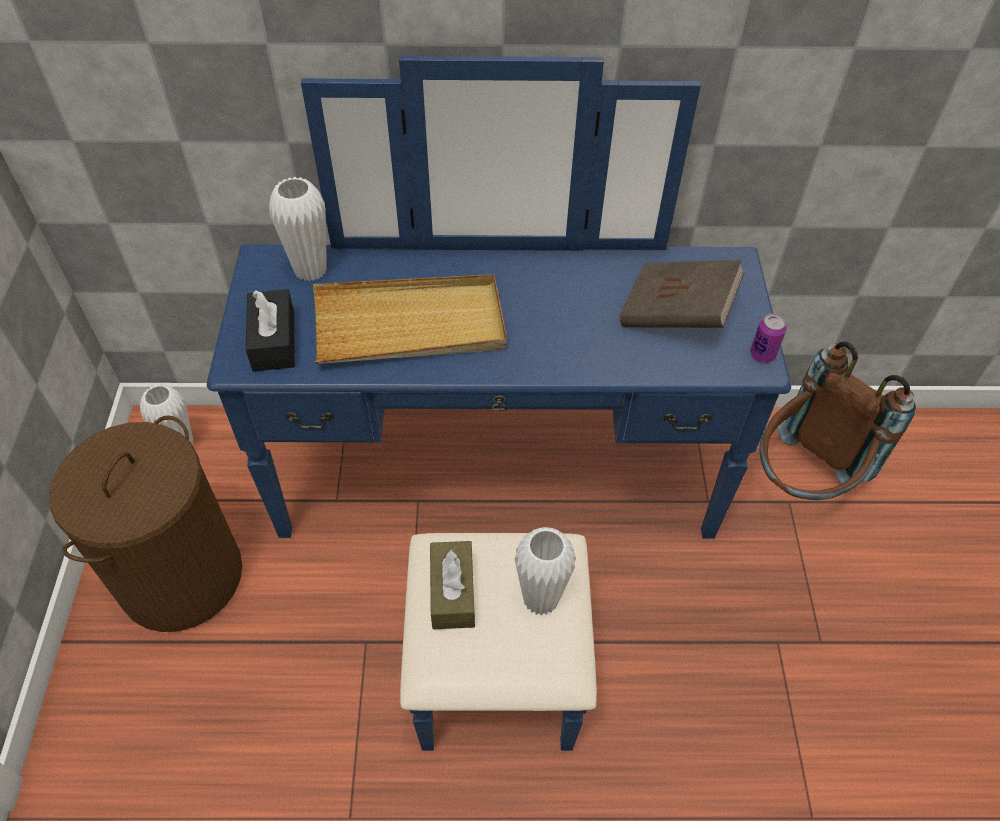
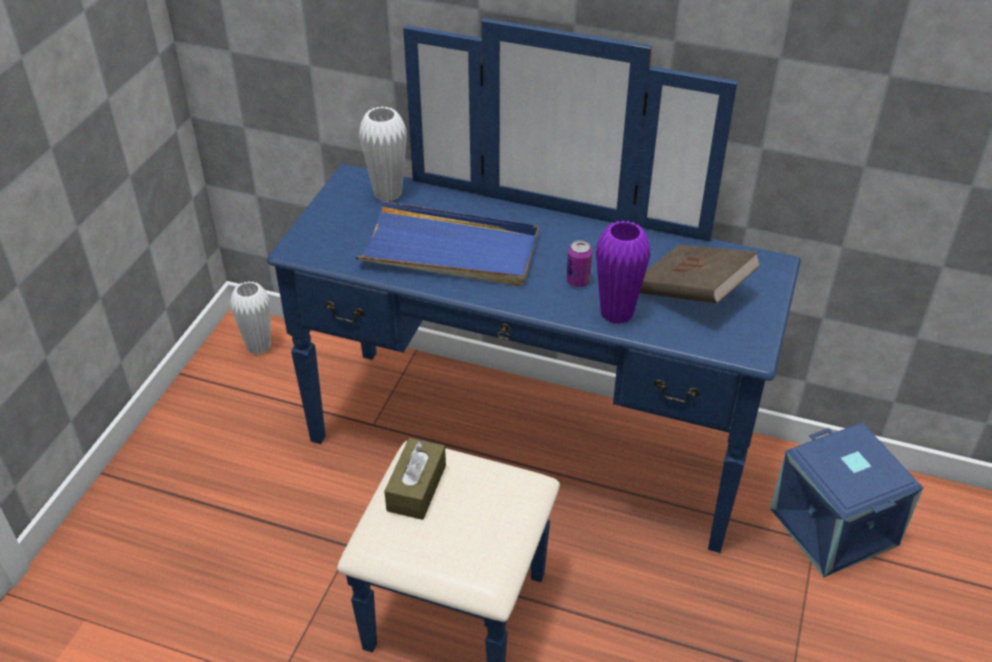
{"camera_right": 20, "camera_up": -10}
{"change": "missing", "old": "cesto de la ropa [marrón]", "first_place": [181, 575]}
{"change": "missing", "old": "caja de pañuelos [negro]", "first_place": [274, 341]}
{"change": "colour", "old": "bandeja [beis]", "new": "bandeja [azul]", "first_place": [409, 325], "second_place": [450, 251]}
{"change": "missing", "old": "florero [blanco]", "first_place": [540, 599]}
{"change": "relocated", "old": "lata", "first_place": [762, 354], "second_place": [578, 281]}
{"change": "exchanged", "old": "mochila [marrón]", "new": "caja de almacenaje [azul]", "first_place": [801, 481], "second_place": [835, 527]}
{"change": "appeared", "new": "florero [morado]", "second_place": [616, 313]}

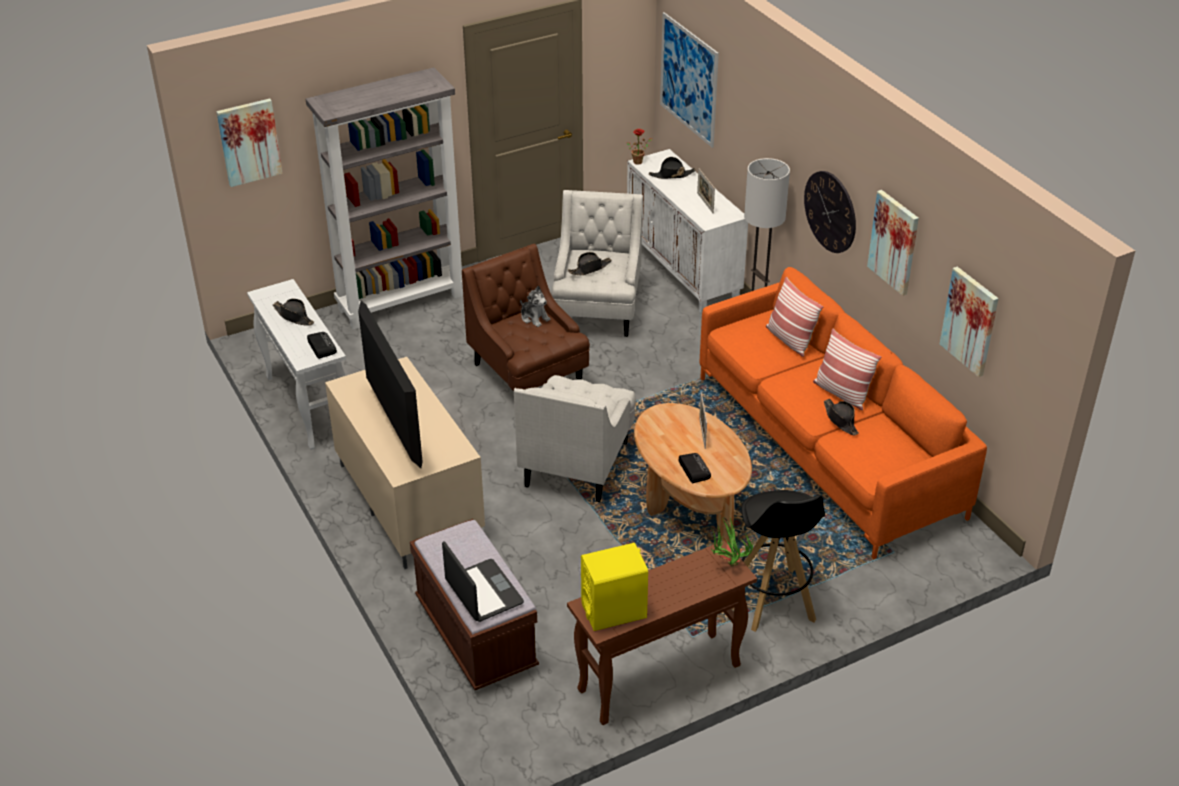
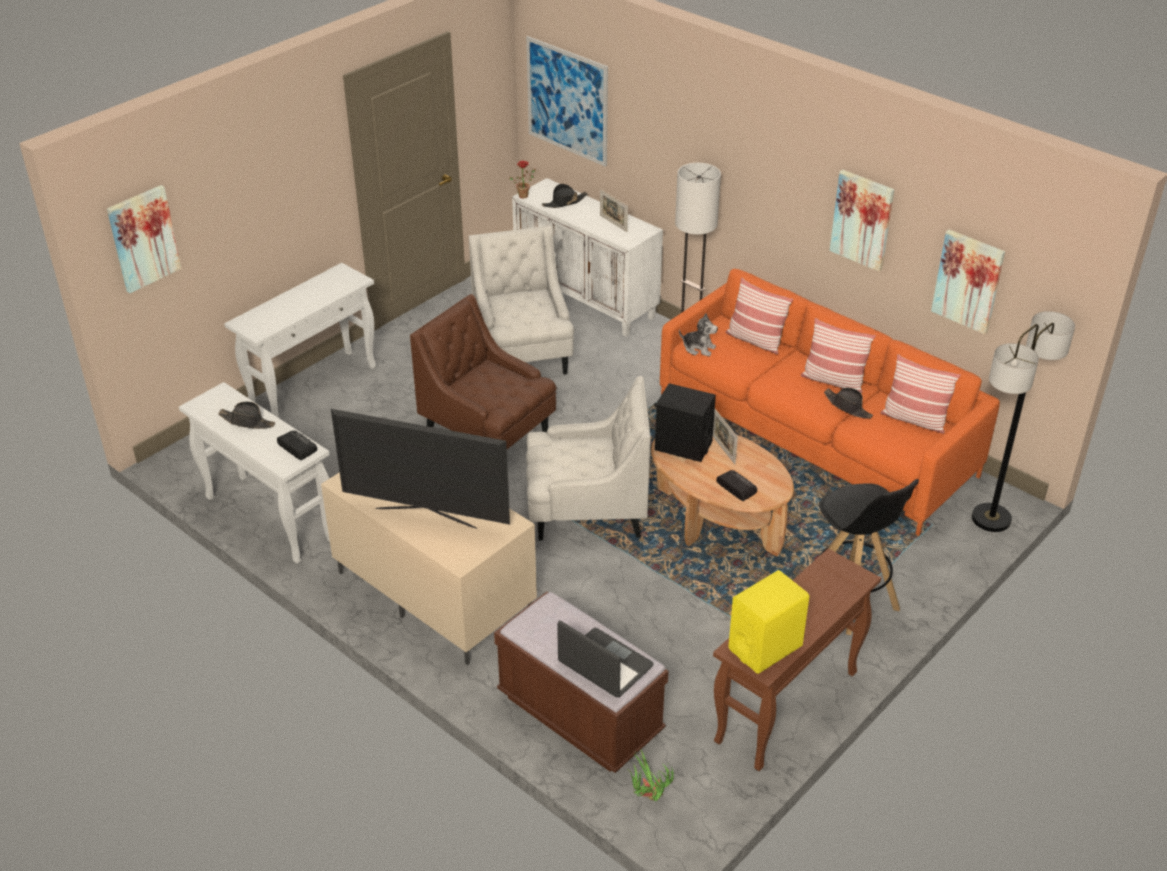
{"camera_right": -20, "camera_up": 0}
{"change": "exchanged", "old": "estantería [gris]", "new": "mesa consola [blanco]", "first_place": [402, 301], "second_place": [314, 387]}
{"change": "spun", "old": "televisor", "first_place": [394, 430], "second_place": [426, 517], "degrees": 150}
{"change": "spun", "old": "sillón [blanco]", "first_place": [577, 463], "second_place": [586, 511], "degrees": -90}
{"change": "relocated", "old": "peluche", "first_place": [534, 318], "second_place": [698, 348]}
{"change": "missing", "old": "sombrero [negro]", "first_place": [590, 268]}
{"change": "relocated", "old": "planta en maceta", "first_place": [727, 564], "second_place": [647, 798]}
{"change": "missing", "old": "reloj de pared", "first_place": [830, 211]}
{"change": "appeared", "new": "altavoz [negro]", "second_place": [683, 446]}
{"change": "appeared", "new": "cojín", "second_place": [914, 419]}
{"change": "appeared", "new": "lámpara de pie", "second_place": [991, 519]}

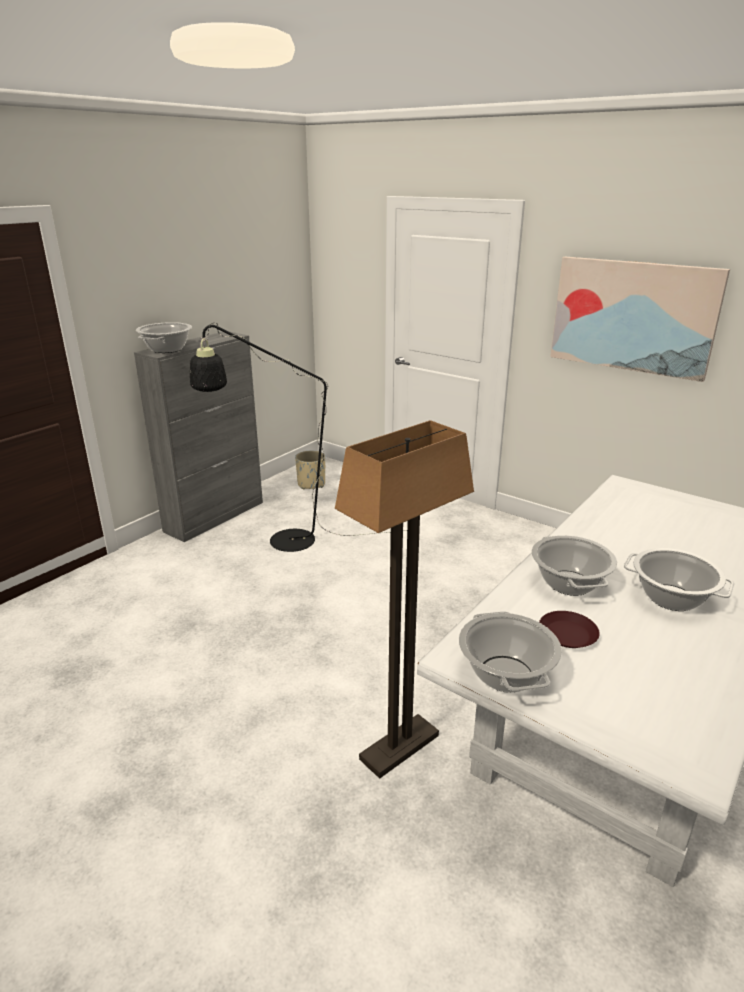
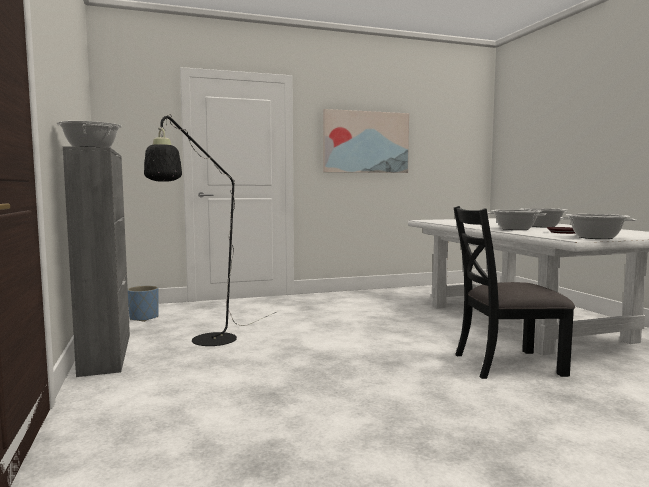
{"camera_right": -55, "camera_up": -20}
{"change": "colour", "old": "maceta [beis]", "new": "maceta [azul]", "first_place": [311, 484], "second_place": [144, 318]}
{"change": "exchanged", "old": "lámpara de pie", "new": "silla [negro]", "first_place": [399, 746], "second_place": [506, 364]}

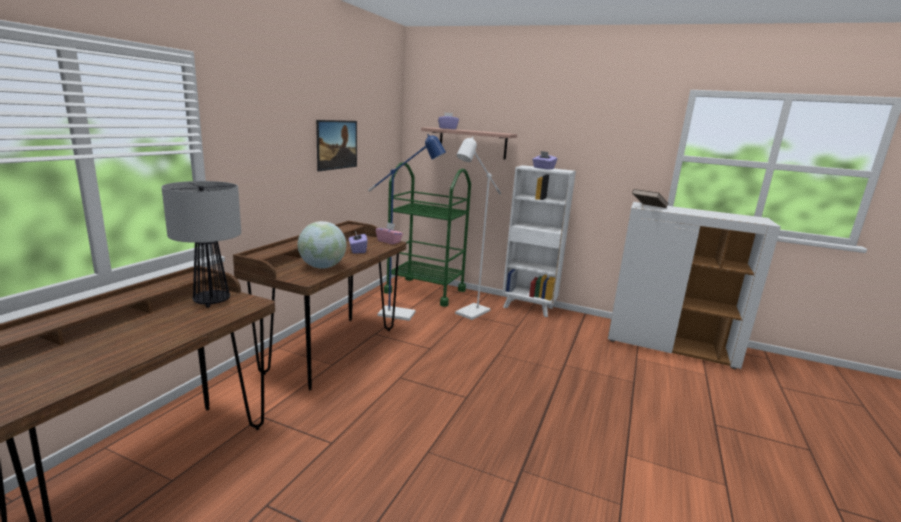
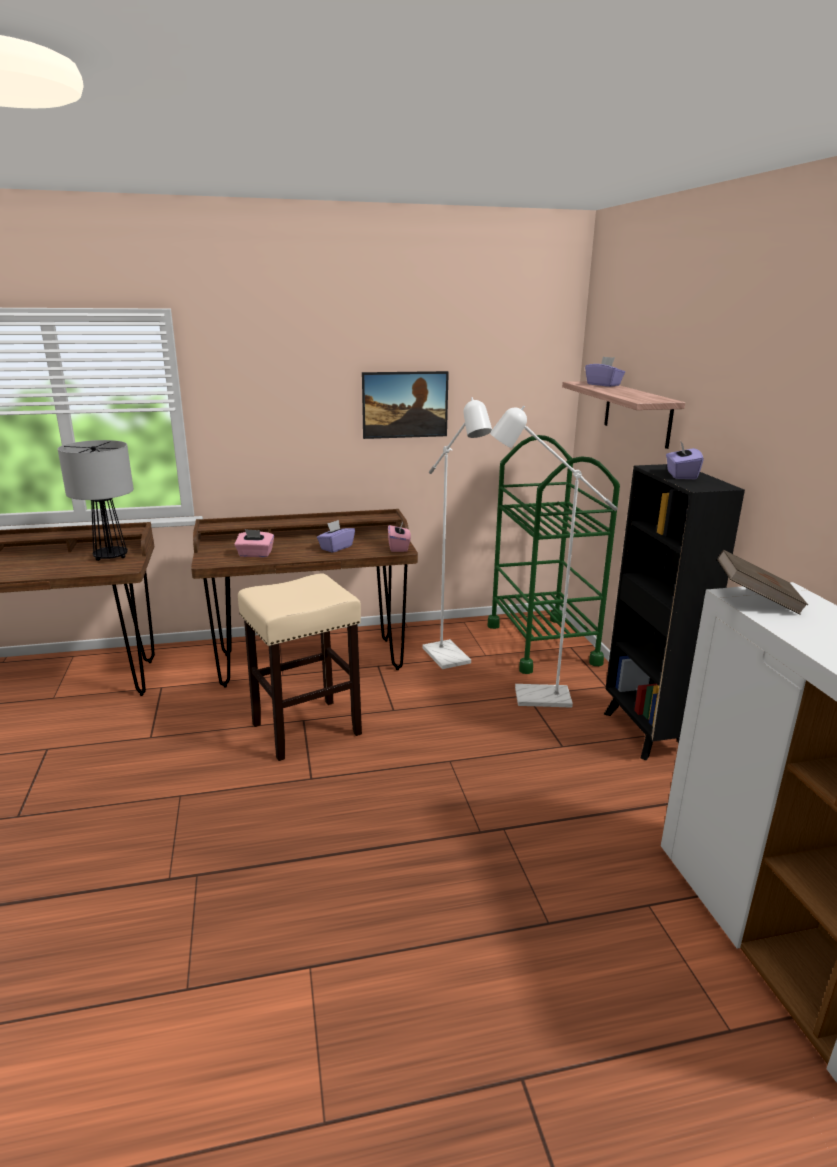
{"camera_right": 55, "camera_up": 5}
{"change": "exchanged", "old": "globo terráqueo", "new": "caja de pañuelos [rosa]", "first_place": [322, 267], "second_place": [255, 554]}
{"change": "colour", "old": "lámpara de pie [azul]", "new": "lámpara de pie [blanco]", "first_place": [403, 315], "second_place": [451, 660]}
{"change": "colour", "old": "estantería [blanco]", "new": "estantería [negro]", "first_place": [529, 308], "second_place": [645, 733]}
{"change": "appeared", "new": "taburete [beis]", "second_place": [305, 729]}

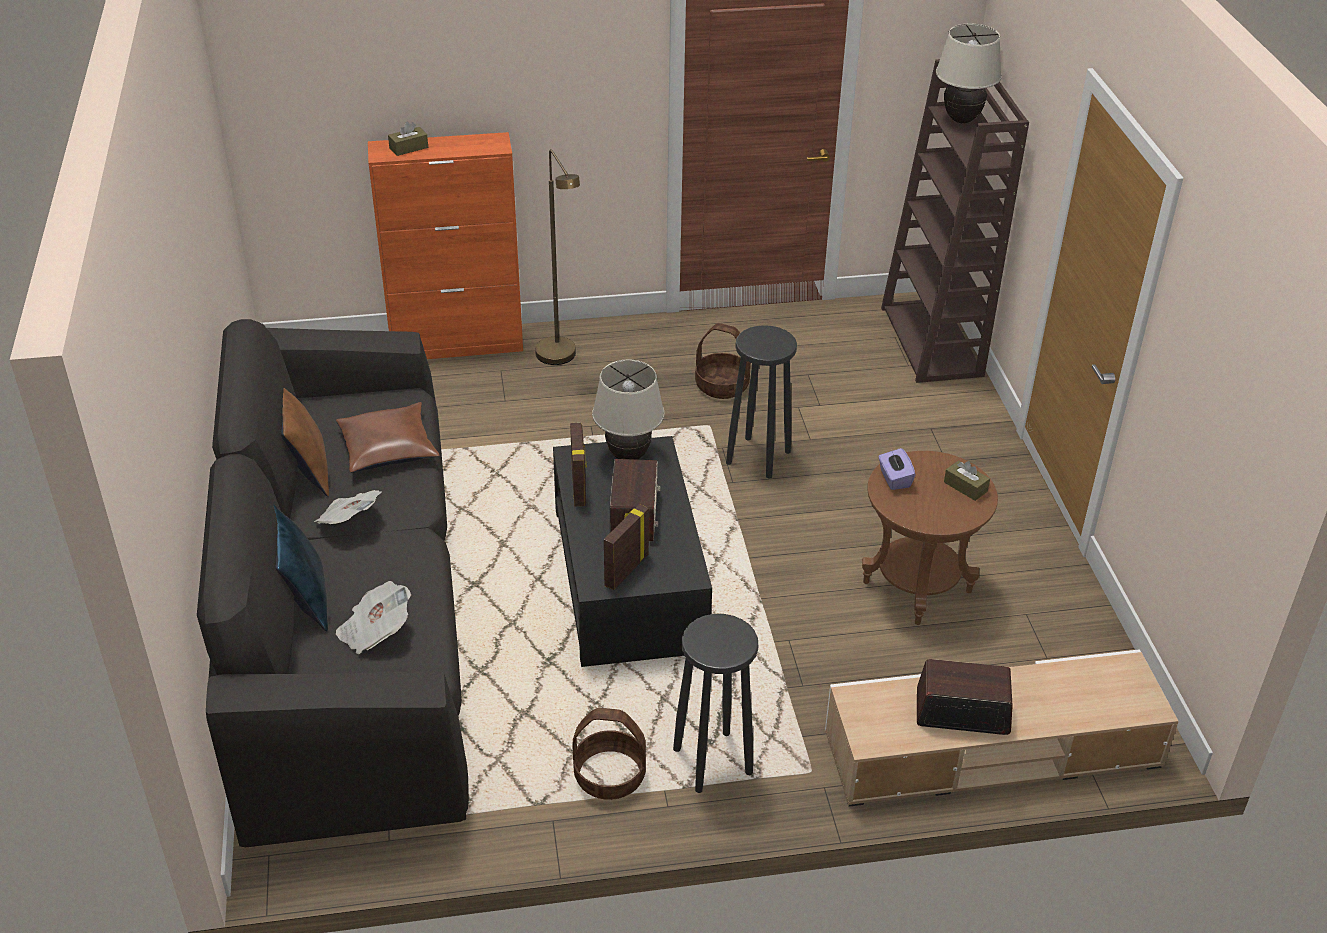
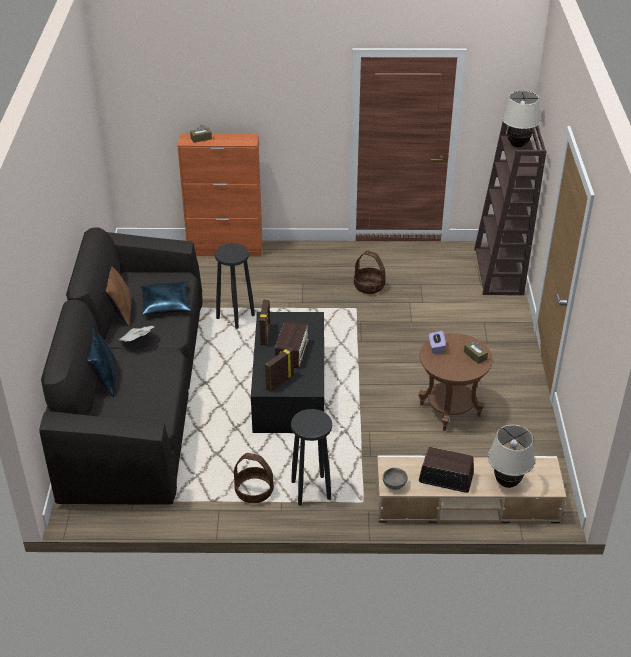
{"camera_right": 10, "camera_up": 0}
{"change": "colour", "old": "cojín [marrón]", "new": "cojín [azul]", "first_place": [388, 447], "second_place": [166, 303]}
{"change": "missing", "old": "periódico", "first_place": [375, 631]}
{"change": "missing", "old": "lámpara de pie [marrón]", "first_place": [560, 359]}
{"change": "relocated", "old": "lámpara de mesa [beis]", "first_place": [628, 457], "second_place": [507, 483]}
{"change": "relocated", "old": "taburete [negro]", "first_place": [759, 457], "second_place": [236, 317]}
{"change": "appeared", "new": "cuenco [gris]", "second_place": [395, 485]}

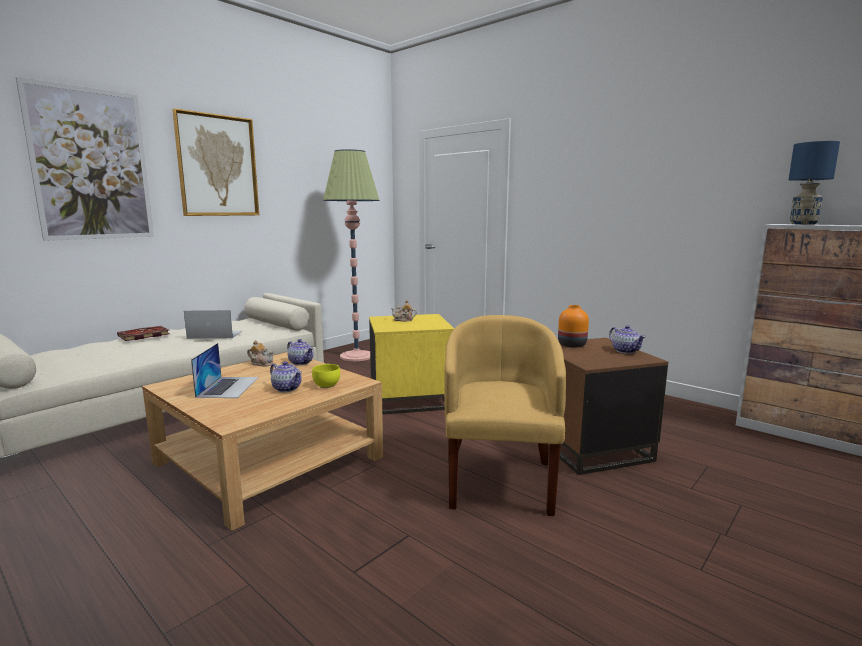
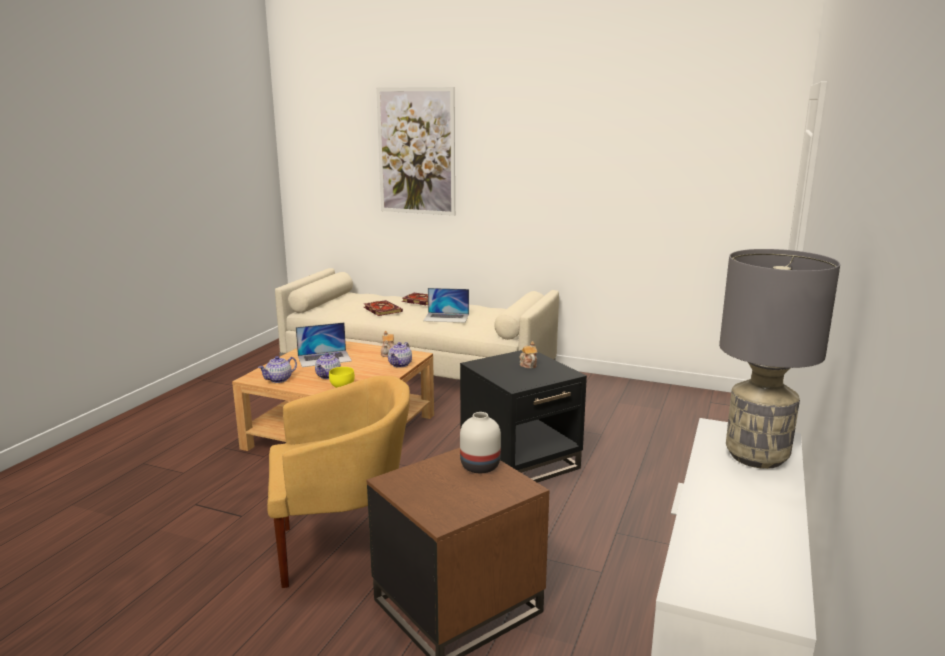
{"camera_right": 70, "camera_up": 5}
{"change": "missing", "old": "cuadro", "first_place": [217, 166]}
{"change": "spun", "old": "portátil", "first_place": [215, 334], "second_place": [446, 317], "degrees": 120}
{"change": "missing", "old": "lámpara de pie", "first_place": [356, 356]}
{"change": "colour", "old": "mesa auxiliar [amarillo]", "new": "mesa auxiliar [negro]", "first_place": [410, 398], "second_place": [520, 460]}
{"change": "colour", "old": "florero [naranja]", "new": "florero [blanco]", "first_place": [572, 345], "second_place": [481, 466]}
{"change": "relocated", "old": "tetera", "first_place": [625, 351], "second_place": [279, 379]}
{"change": "colour", "old": "lámpara de mesa [azul]", "new": "lámpara de mesa [gris]", "first_place": [803, 224], "second_place": [758, 457]}
{"change": "appeared", "new": "libro", "second_place": [381, 310]}

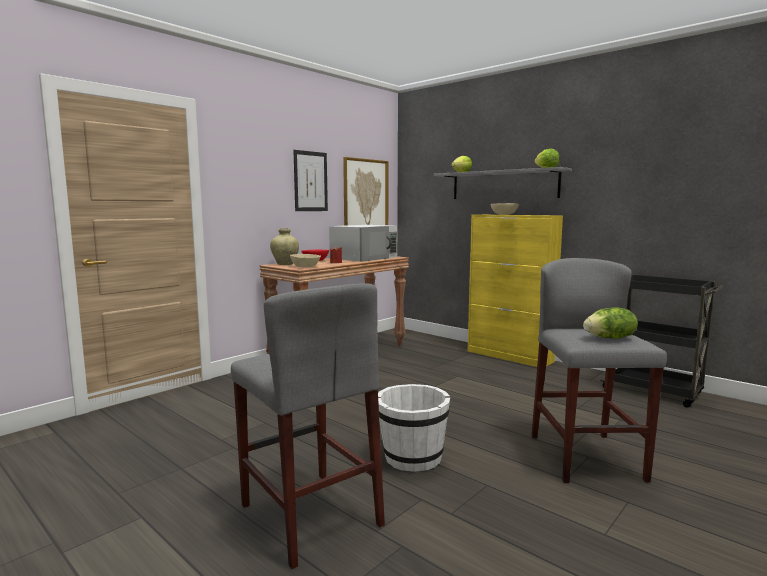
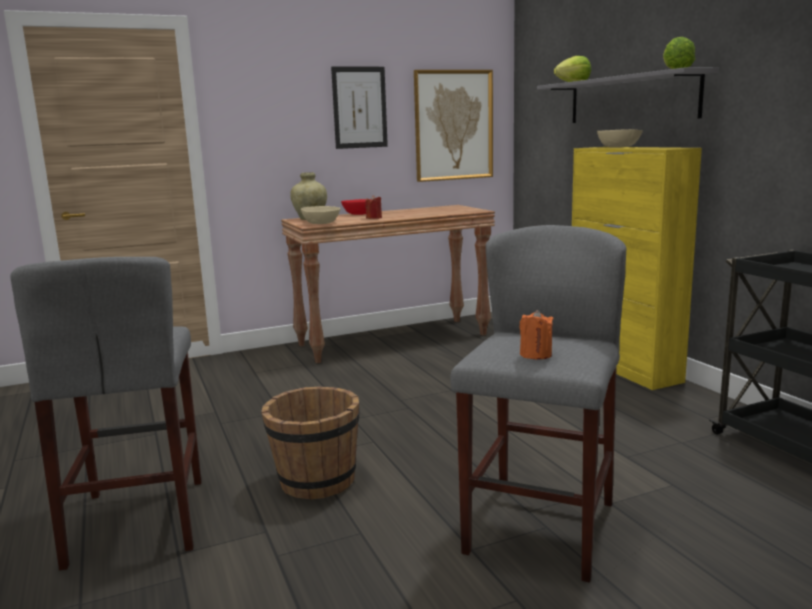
{"camera_right": 25, "camera_up": 5}
{"change": "missing", "old": "microondas [blanco]", "first_place": [364, 257]}
{"change": "colour", "old": "cubo [blanco]", "new": "cubo [marrón]", "first_place": [412, 458], "second_place": [316, 481]}
{"change": "exchanged", "old": "lechuga", "new": "vela [naranja]", "first_place": [610, 338], "second_place": [535, 355]}

